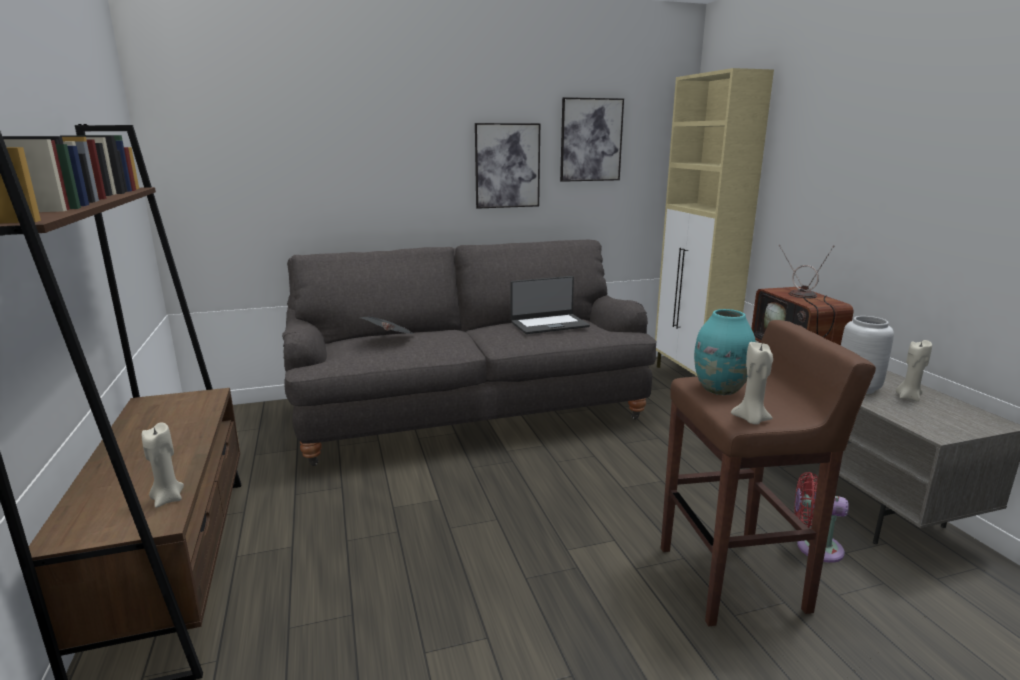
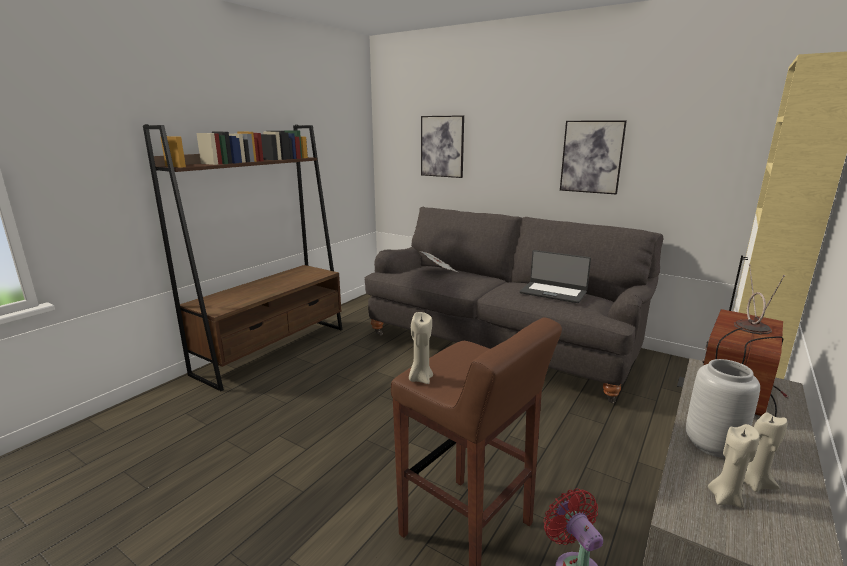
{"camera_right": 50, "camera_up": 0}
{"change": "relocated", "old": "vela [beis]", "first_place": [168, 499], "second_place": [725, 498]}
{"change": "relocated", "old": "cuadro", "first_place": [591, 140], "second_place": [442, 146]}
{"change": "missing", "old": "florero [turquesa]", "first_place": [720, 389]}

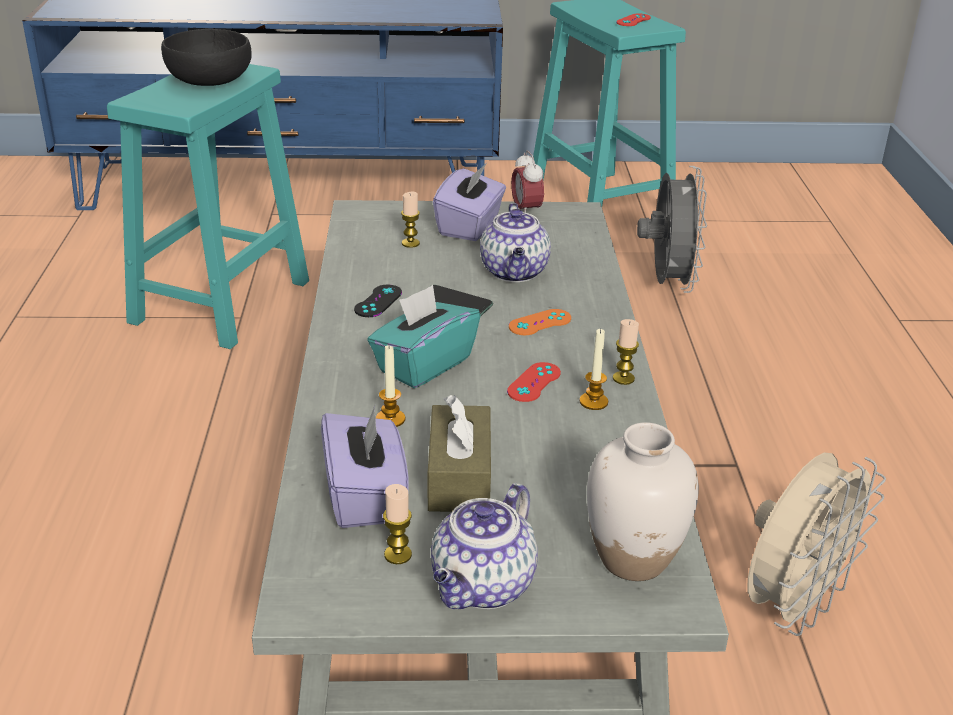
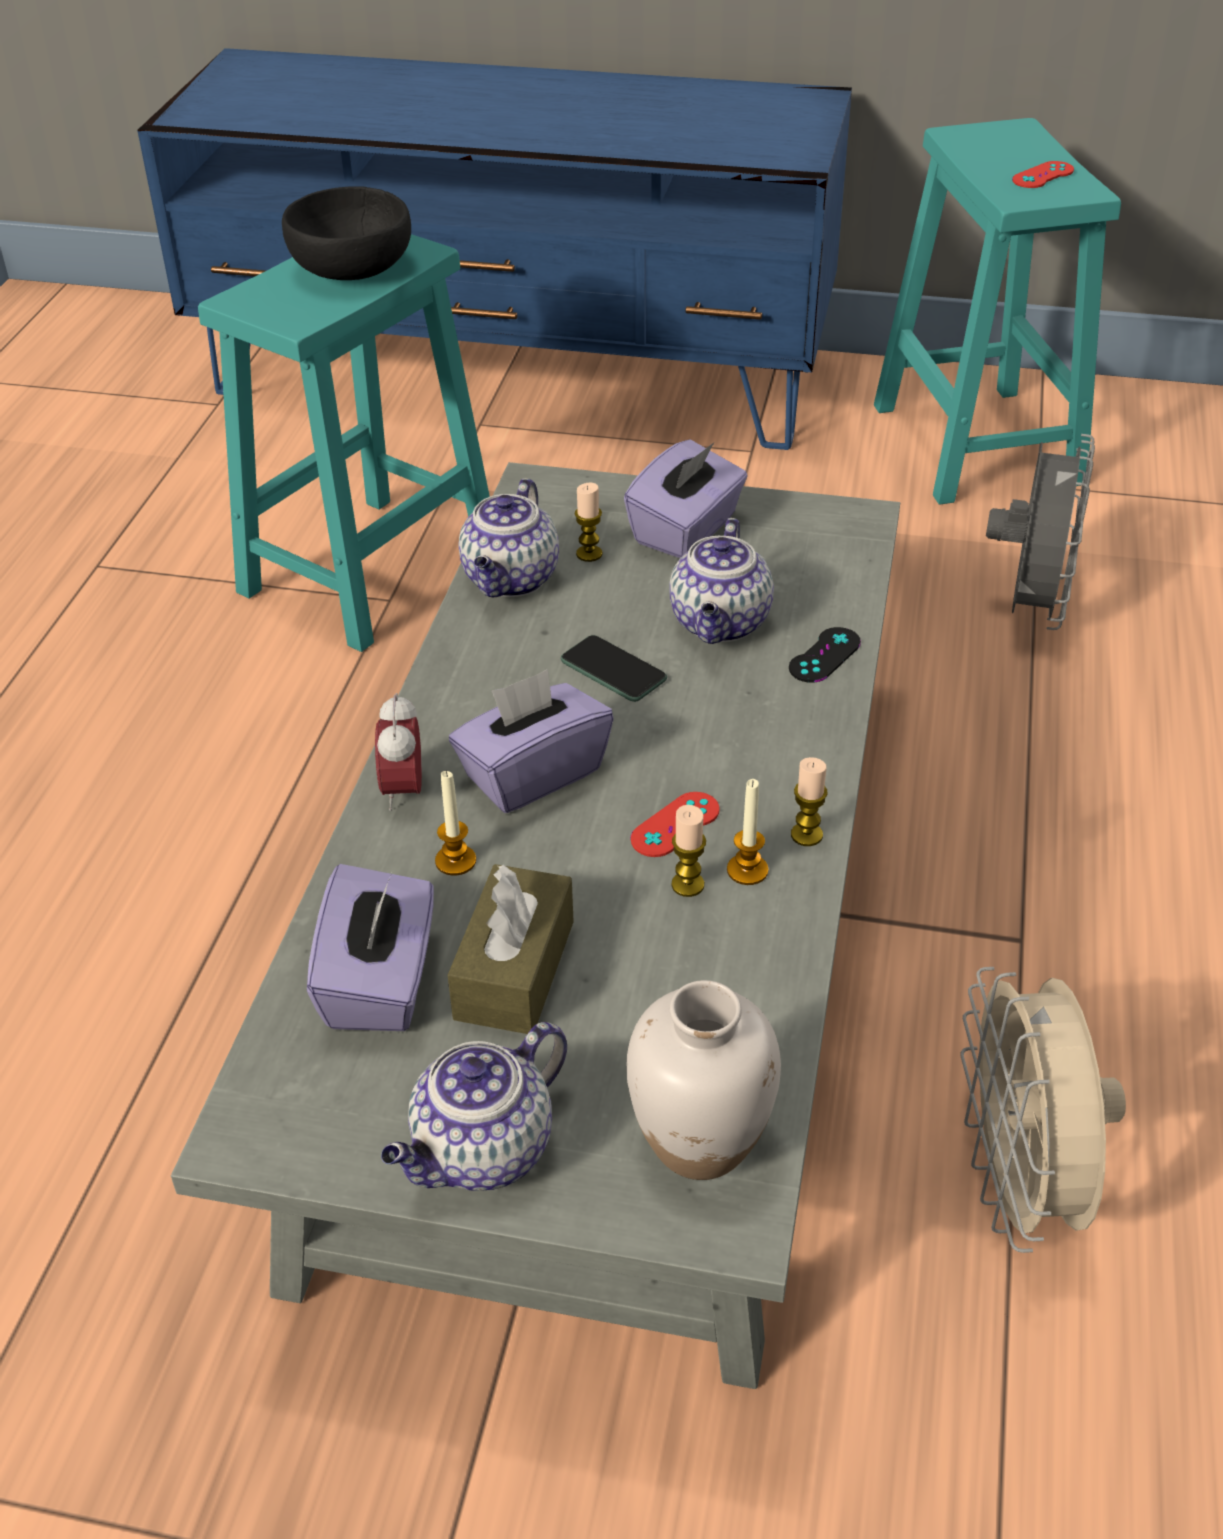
{"camera_right": 15, "camera_up": 10}
{"change": "relocated", "old": "mando de consola [negro]", "first_place": [378, 301], "second_place": [824, 655]}
{"change": "colour", "old": "caja de pañuelos [turquesa]", "new": "caja de pañuelos [morado]", "first_place": [423, 364], "second_place": [532, 773]}
{"change": "relocated", "old": "vela", "first_place": [398, 555], "second_place": [687, 885]}
{"change": "missing", "old": "mando de consola [naranja]", "first_place": [540, 323]}
{"change": "relocated", "old": "despertador", "first_place": [526, 211], "second_place": [404, 790]}
{"change": "spun", "old": "ventilador [beis]", "first_place": [793, 606], "second_place": [1018, 1185], "degrees": 120}
{"change": "appeared", "new": "tetera", "second_place": [511, 580]}

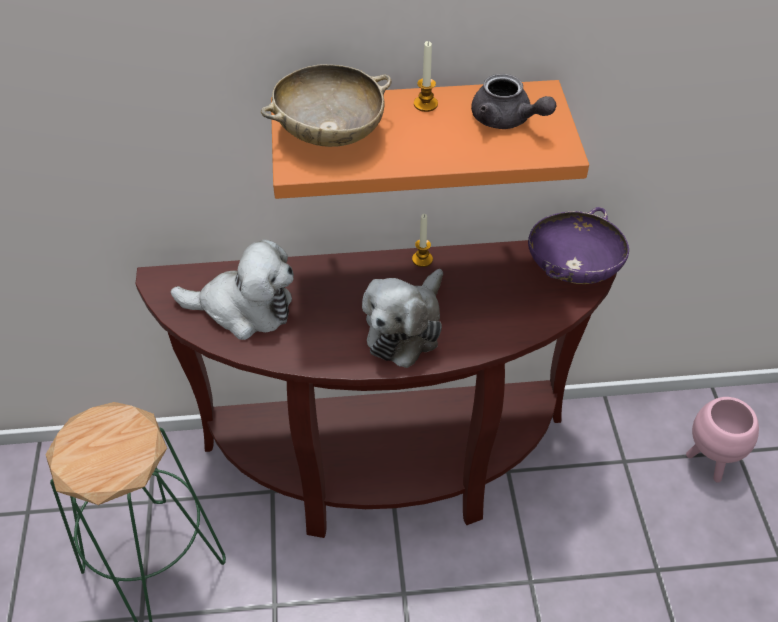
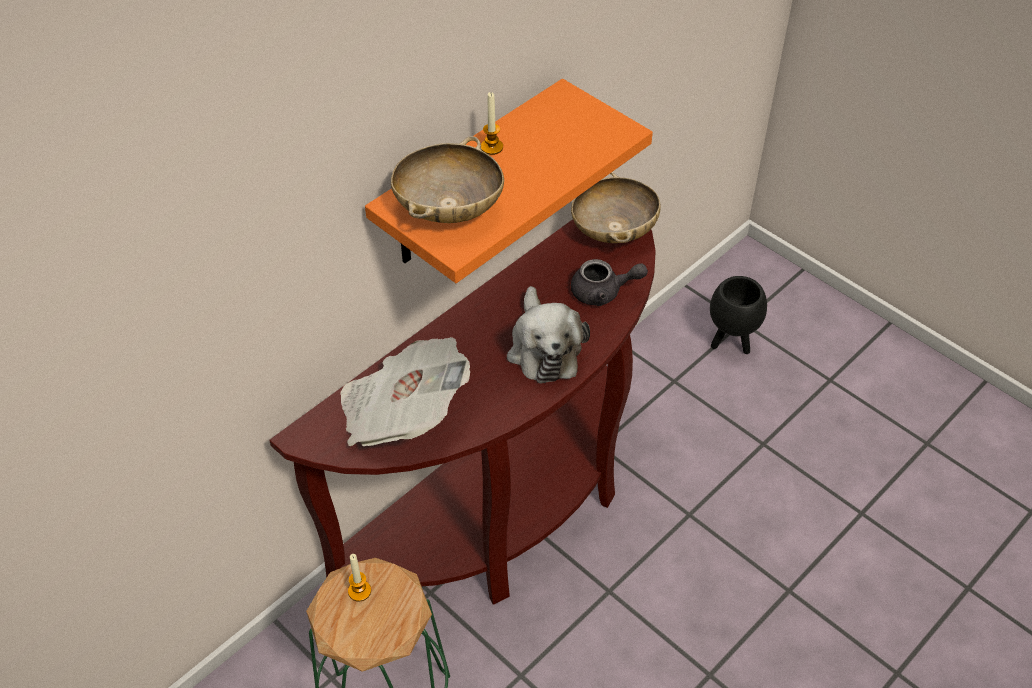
{"camera_right": -40, "camera_up": 0}
{"change": "exchanged", "old": "peluche", "new": "periódico", "first_place": [244, 309], "second_place": [402, 413]}
{"change": "relocated", "old": "vela", "first_place": [422, 259], "second_place": [359, 591]}
{"change": "relocated", "old": "tetera [gris]", "first_place": [507, 120], "second_place": [603, 292]}
{"change": "colour", "old": "cuenco [morado]", "new": "cuenco [beis]", "first_place": [572, 268], "second_place": [613, 231]}
{"change": "colour", "old": "maceta [rosa]", "new": "maceta [negro]", "first_place": [710, 462], "second_place": [731, 342]}

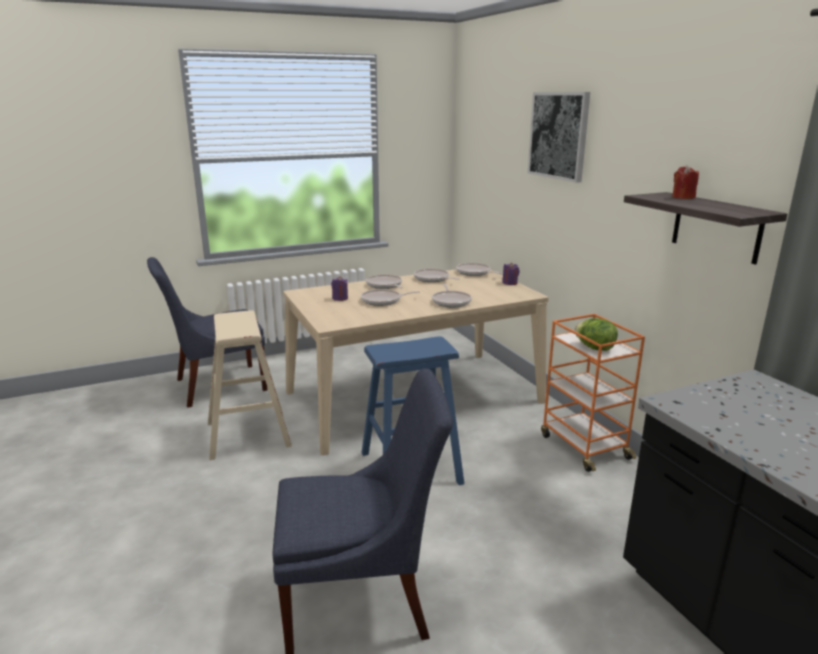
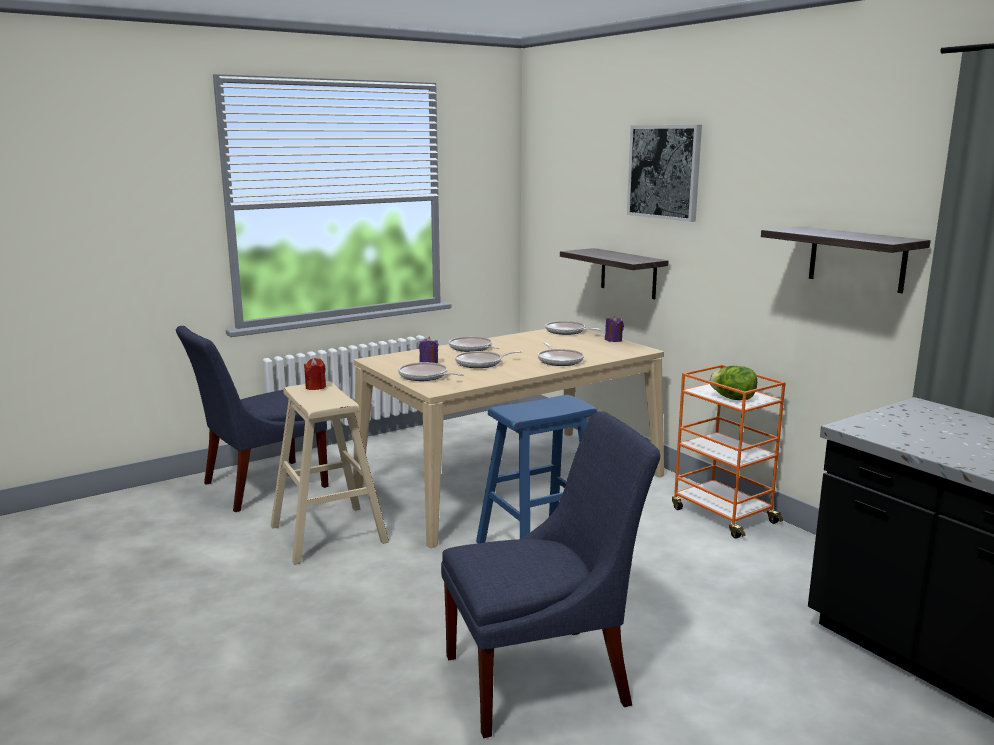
{"camera_right": -10, "camera_up": -5}
{"change": "relocated", "old": "sartén", "first_place": [433, 279], "second_place": [425, 376]}
{"change": "relocated", "old": "vela [rojo]", "first_place": [683, 197], "second_place": [315, 387]}
{"change": "appeared", "new": "estante", "second_place": [628, 273]}

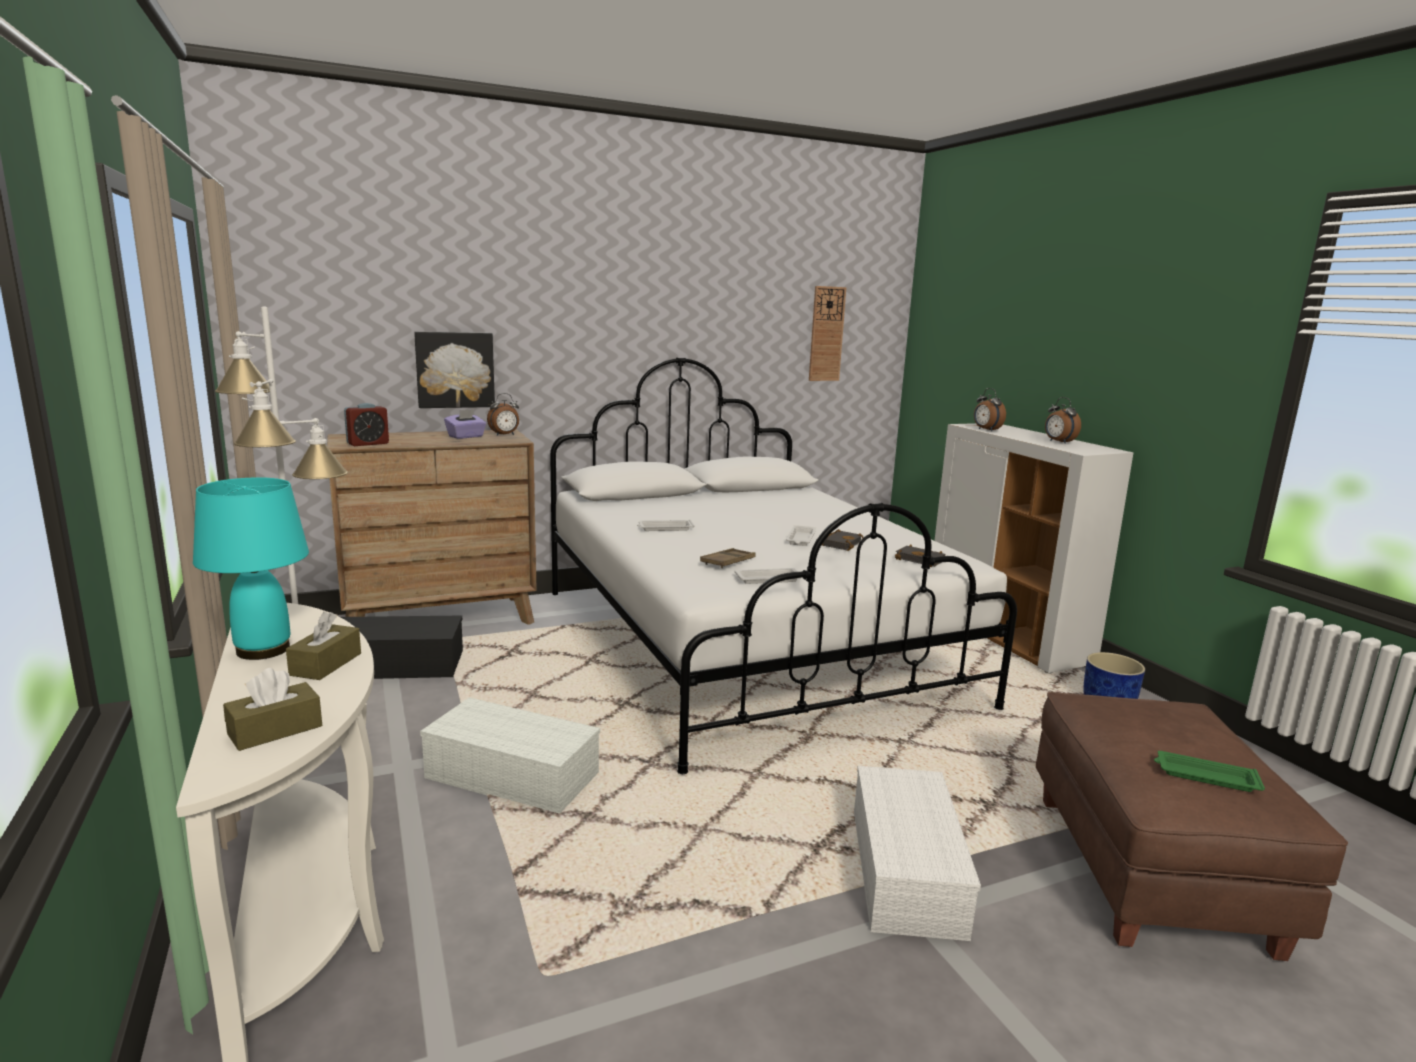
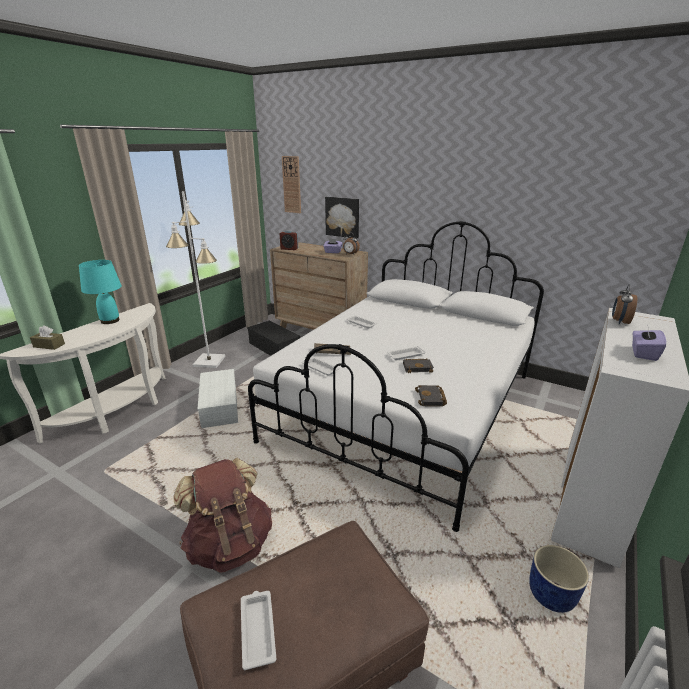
{"camera_right": 55, "camera_up": 10}
{"change": "missing", "old": "caja de pañuelos [marrón]", "first_place": [326, 664]}
{"change": "relocated", "old": "reloj de pared", "first_place": [826, 334], "second_place": [292, 185]}
{"change": "exchanged", "old": "caja de almacenaje [blanco]", "new": "mochila [marrón]", "first_place": [903, 869], "second_place": [230, 544]}
{"change": "exchanged", "old": "despertador", "new": "caja de pañuelos [morado]", "first_place": [1058, 442], "second_place": [643, 353]}
{"change": "colour", "old": "bandeja [verde]", "new": "bandeja [blanco]", "first_place": [1204, 776], "second_place": [258, 629]}

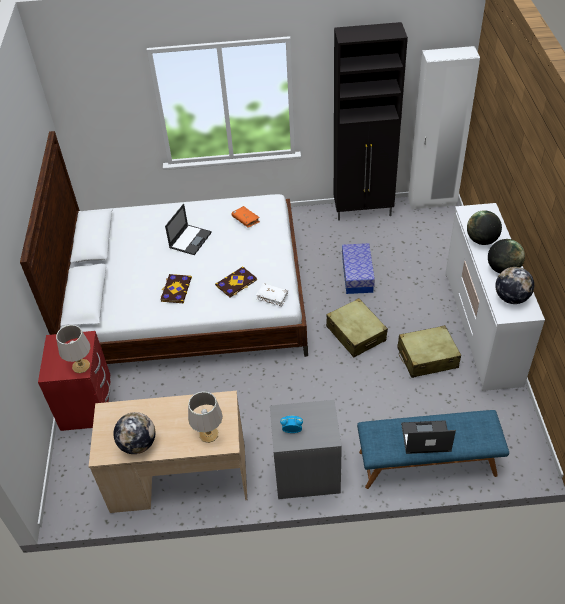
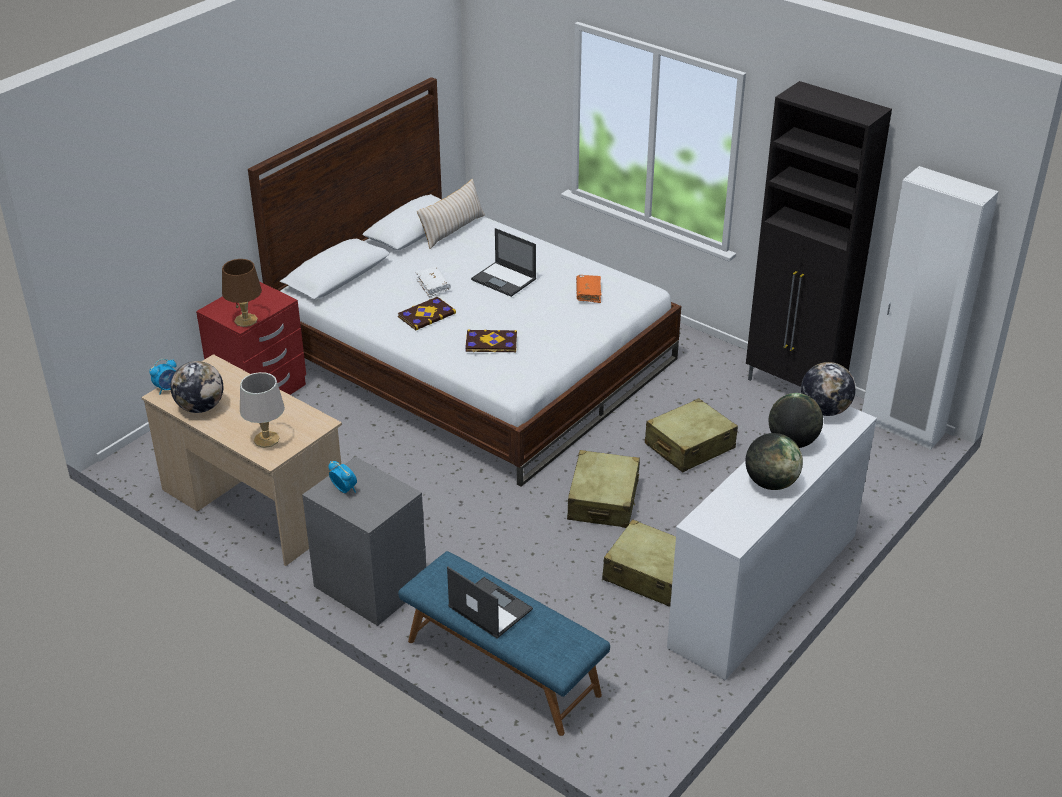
{"camera_right": 40, "camera_up": -10}
{"change": "colour", "old": "lámpara de mesa [gris]", "new": "lámpara de mesa [marrón]", "first_place": [81, 366], "second_place": [246, 320]}
{"change": "spun", "old": "portátil", "first_place": [190, 239], "second_place": [504, 279], "degrees": 60}
{"change": "relocated", "old": "libro [blanco]", "first_place": [272, 297], "second_place": [433, 285]}
{"change": "exchanged", "old": "caja de almacenaje", "new": "maleta [beis]", "first_place": [357, 275], "second_place": [689, 446]}
{"change": "relocated", "old": "globo terráqueo", "first_place": [511, 298], "second_place": [824, 410]}
{"change": "appeared", "new": "despertador", "second_place": [167, 388]}
{"change": "appeared", "new": "cojín [beis]", "second_place": [452, 230]}

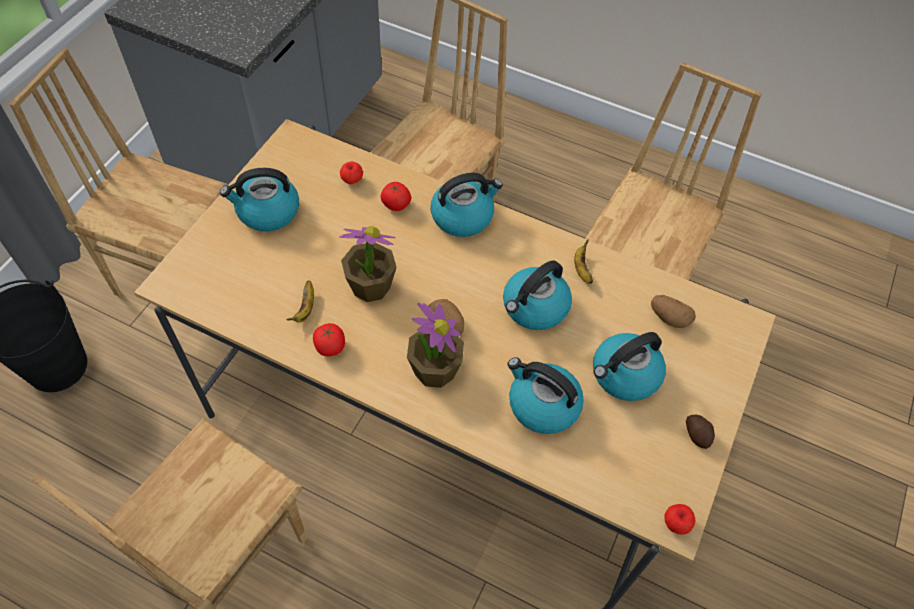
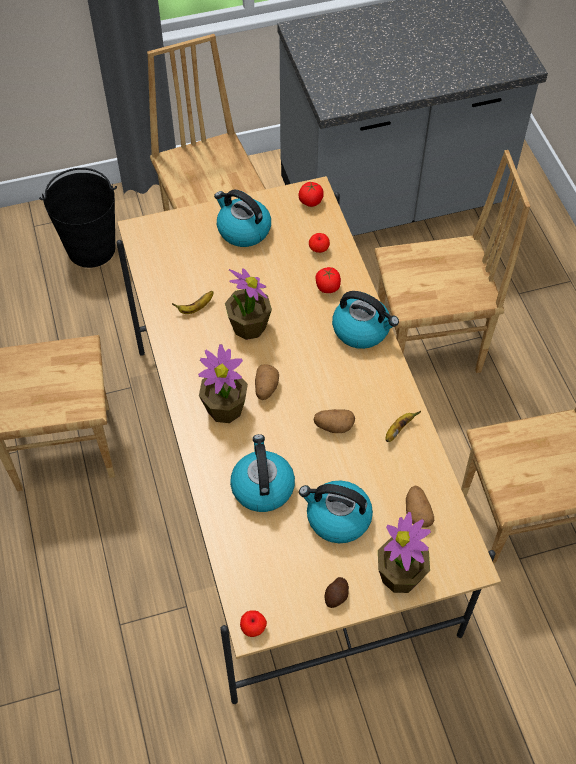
{"camera_right": 50, "camera_up": 0}
{"change": "relocated", "old": "tomate", "first_place": [330, 347], "second_place": [310, 201]}
{"change": "exchanged", "old": "hervidor", "new": "patata", "first_place": [534, 308], "second_place": [333, 426]}
{"change": "appeared", "new": "planta en maceta", "second_place": [400, 576]}

